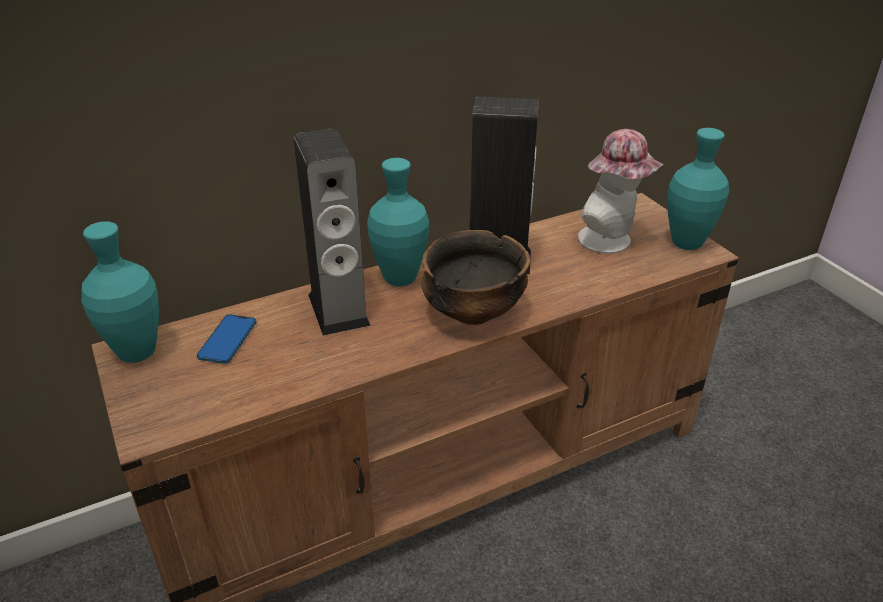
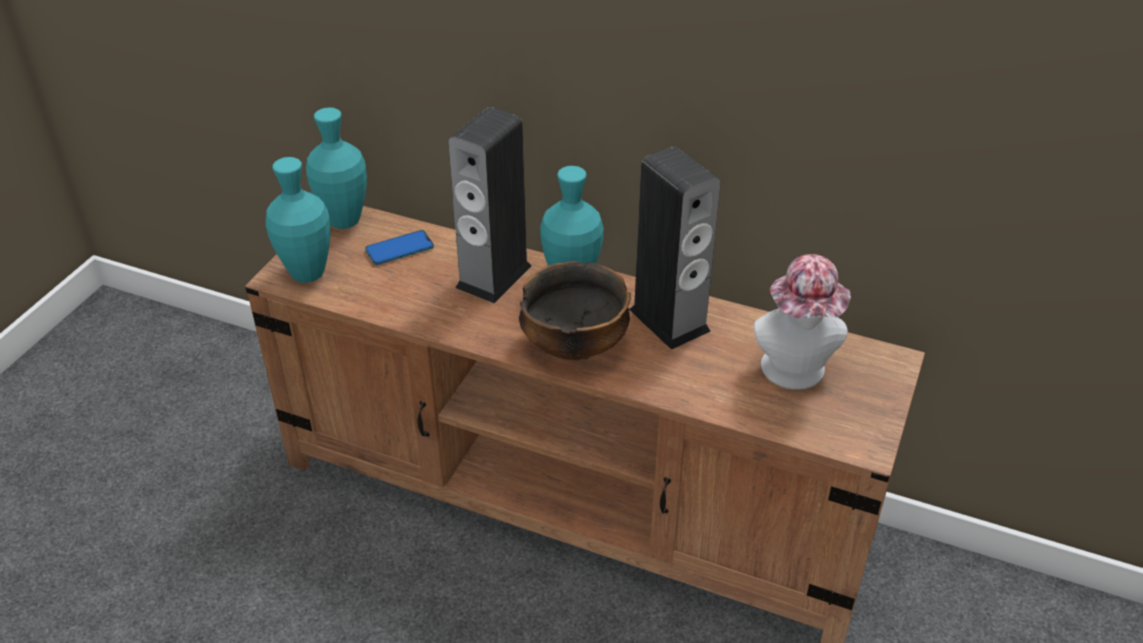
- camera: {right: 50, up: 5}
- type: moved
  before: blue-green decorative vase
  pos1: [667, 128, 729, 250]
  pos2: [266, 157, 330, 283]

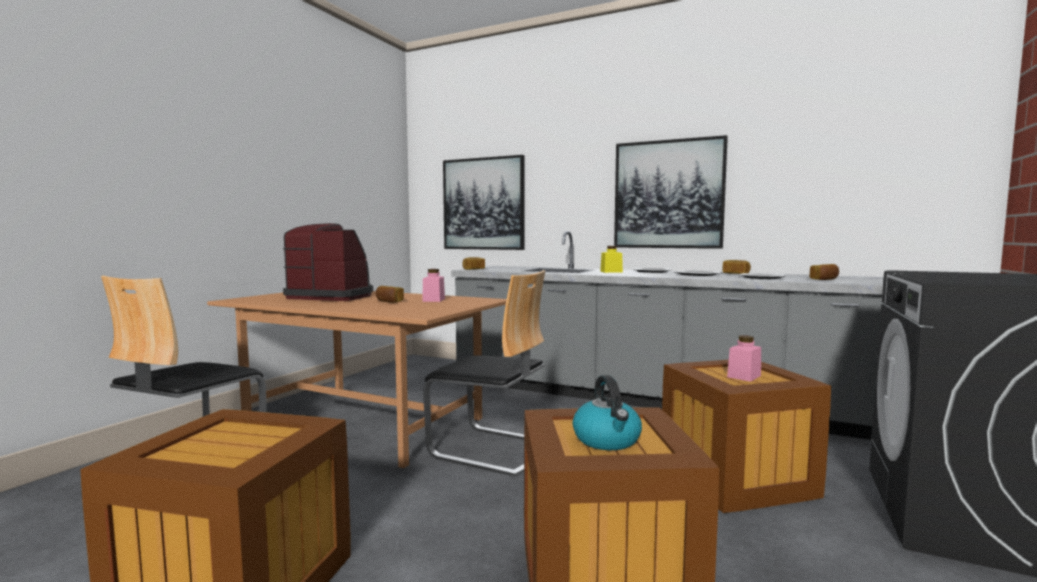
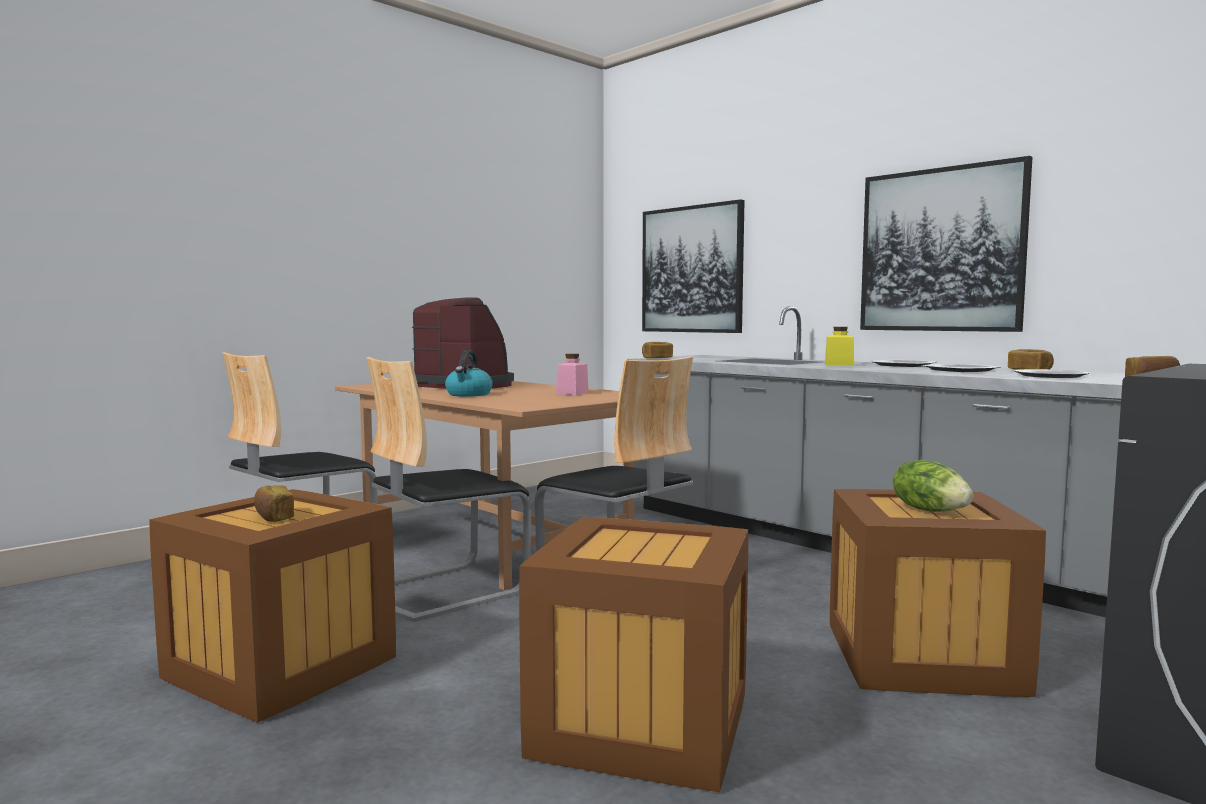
- camera: {right: 20, up: 0}
- type: added
  after: plain chair
  pos2: [366, 357, 531, 622]
- type: moved
  before: bread
  pos1: [376, 286, 404, 303]
  pos2: [254, 485, 294, 522]
- type: moved
  before: water kettle
  pos1: [573, 375, 642, 450]
  pos2: [445, 350, 493, 397]
- type: replaced
  before: pinkish storage jar
  after: head of lettuce
  pos1: [727, 335, 761, 382]
  pos2: [893, 460, 973, 512]

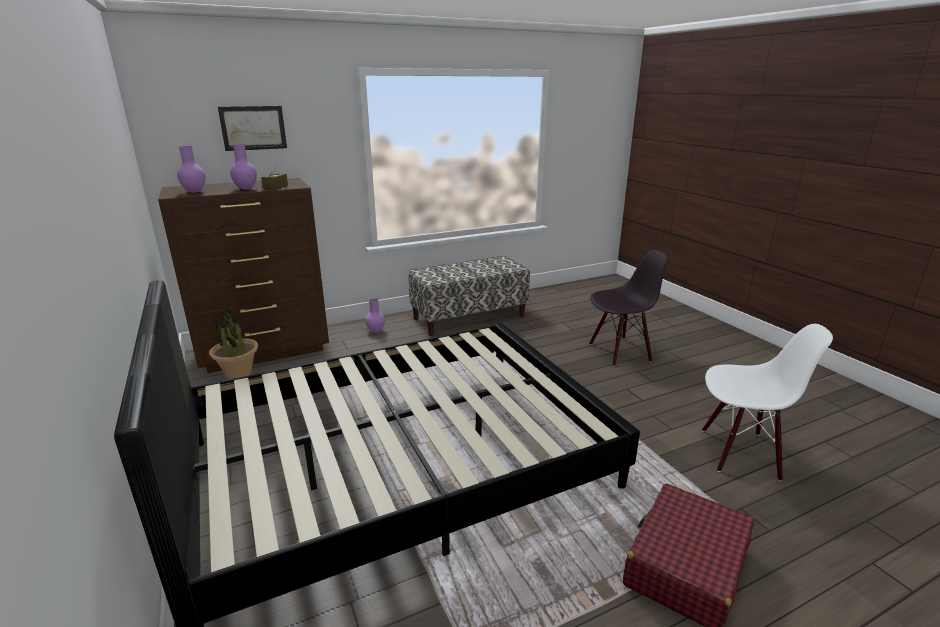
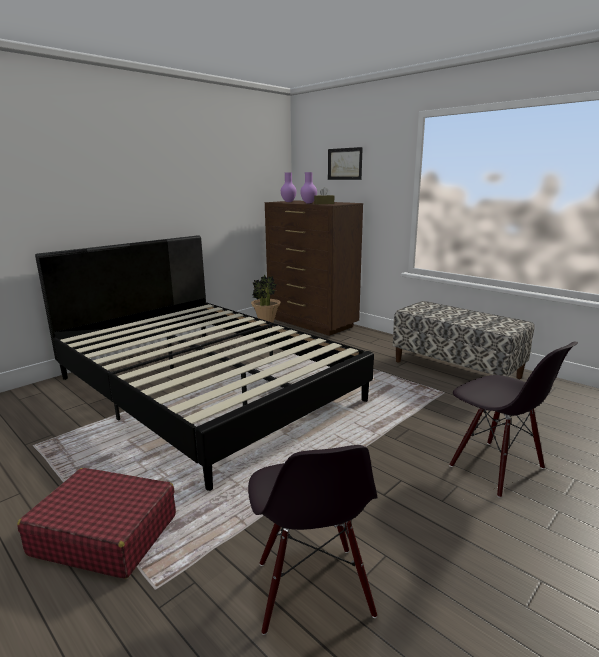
- camera: {right: 70, up: -5}
- type: removed
  before: purplish decorative vase
  pos1: [365, 298, 385, 333]
- type: recoloured
  before: whitish plain chair
  after: black plain chair
  pos1: [702, 324, 833, 481]
  pos2: [248, 445, 378, 635]

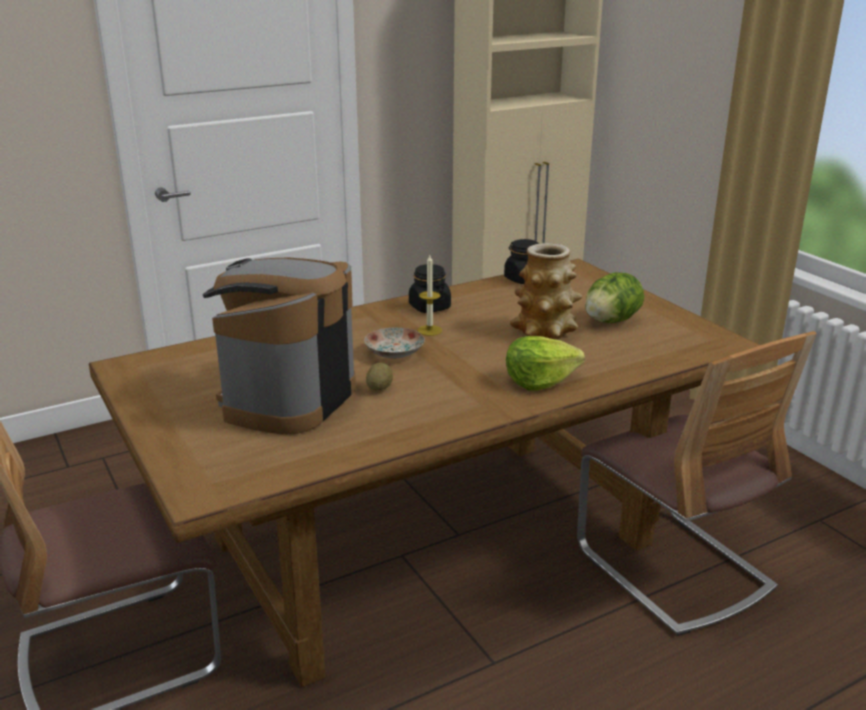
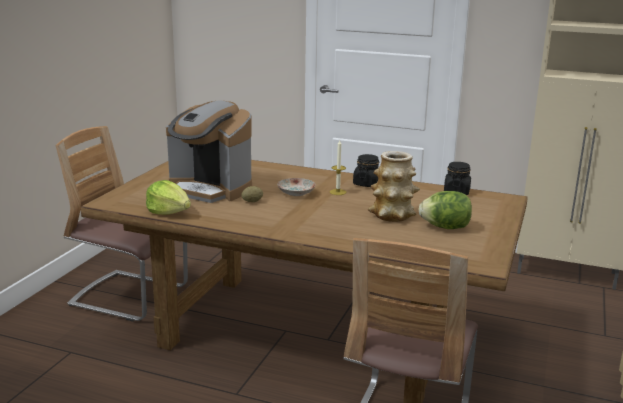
- camera: {right: 50, up: -5}
- type: moved
  before: head of lettuce
  pos1: [506, 336, 585, 391]
  pos2: [146, 180, 191, 215]
- type: turned
  before: coffee maker
  pos1: [203, 257, 356, 435]
  pos2: [166, 100, 252, 203]
  turn: -135

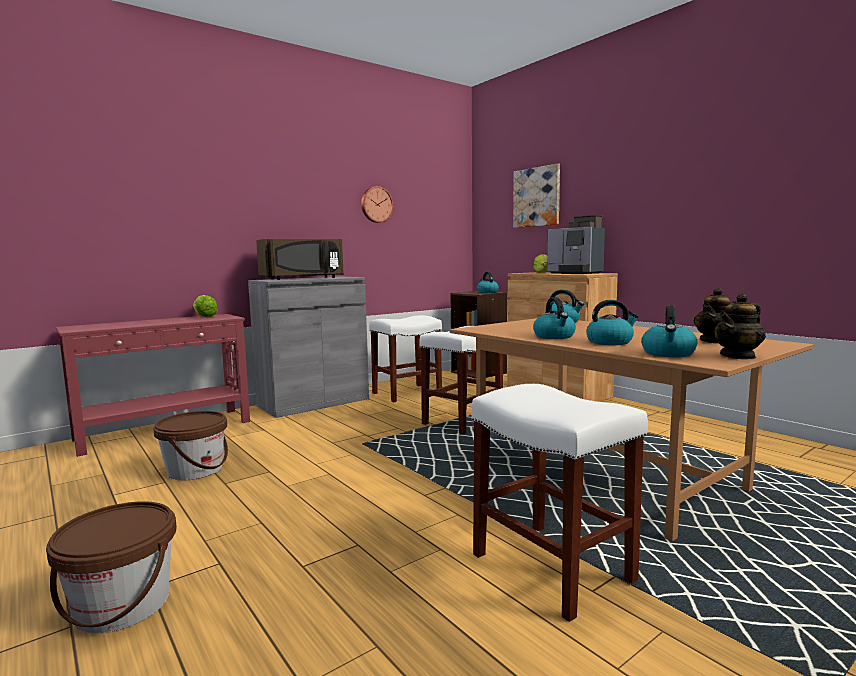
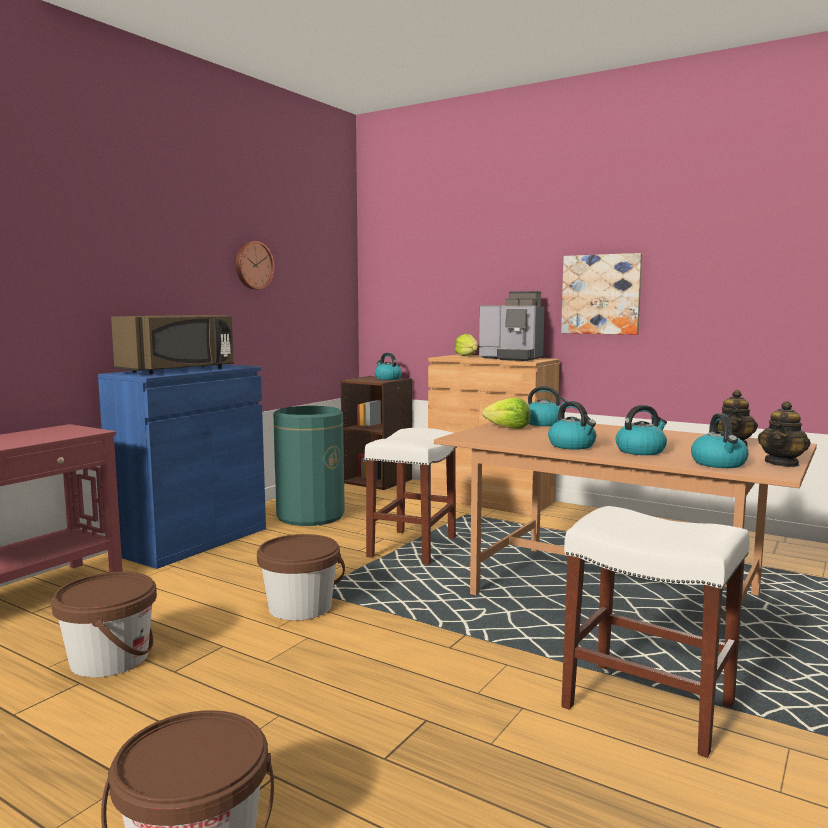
- camera: {right: -20, up: 0}
- type: added
  after: brown pail
  pos2: [257, 534, 345, 621]
- type: moved
  before: head of lettuce
  pos1: [193, 295, 218, 317]
  pos2: [482, 398, 531, 429]
- type: moved
  before: wall picture
  pos1: [513, 164, 560, 228]
  pos2: [561, 253, 642, 335]
- type: replaced
  before: whitish stool seat
  after: greenish rubbish bin
  pos1: [369, 315, 442, 403]
  pos2: [273, 406, 345, 526]
- type: recoloured
  before: gray cabinet
  after: blue cabinet
  pos1: [248, 276, 369, 418]
  pos2: [98, 364, 266, 569]

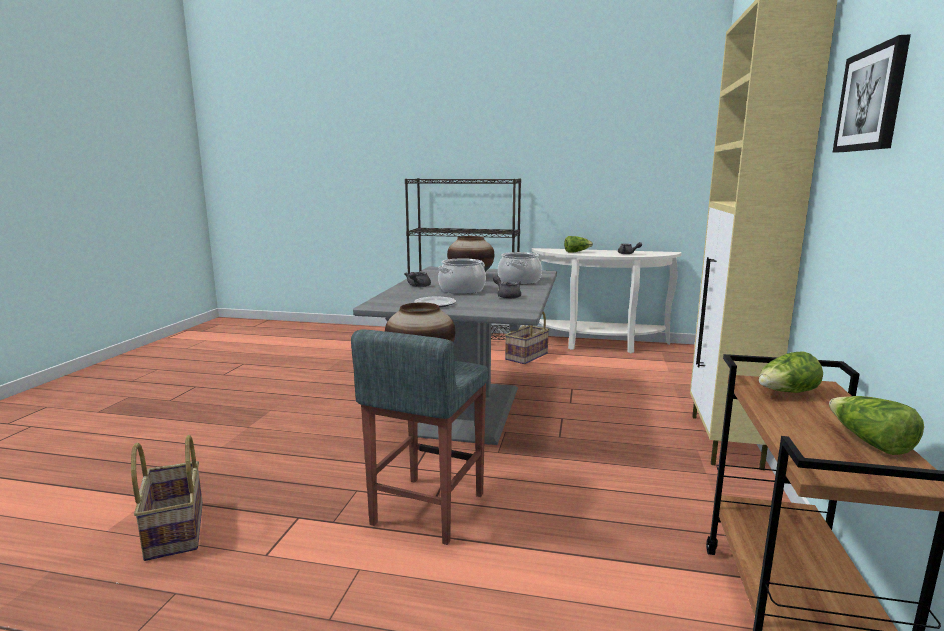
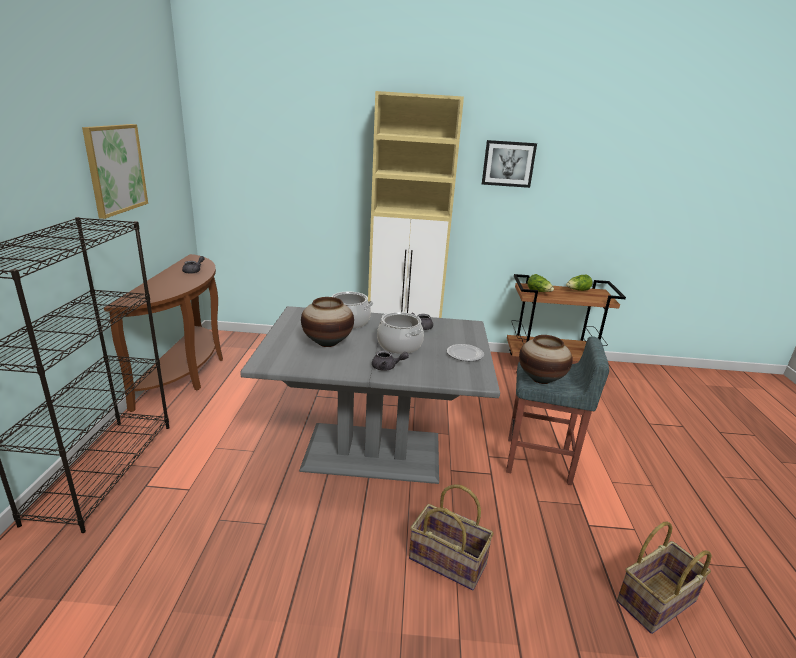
- camera: {right: -100, up: 10}
- type: removed
  before: head of lettuce
  pos1: [564, 236, 593, 253]
- type: added
  after: wall picture
  pos2: [82, 124, 148, 219]
- type: moved
  before: household basket
  pos1: [505, 311, 549, 364]
  pos2: [409, 484, 494, 590]
- type: recoloured
  before: whitish console table
  after: brown console table
  pos1: [532, 248, 682, 353]
  pos2: [104, 254, 223, 412]

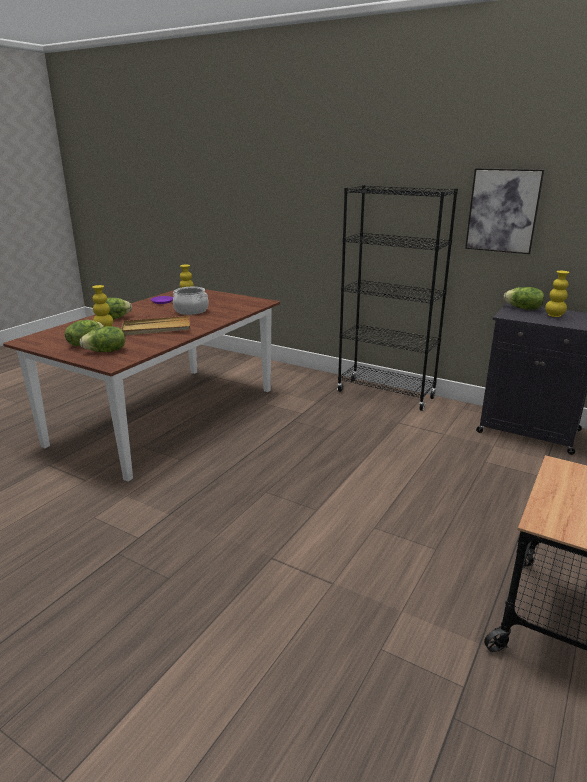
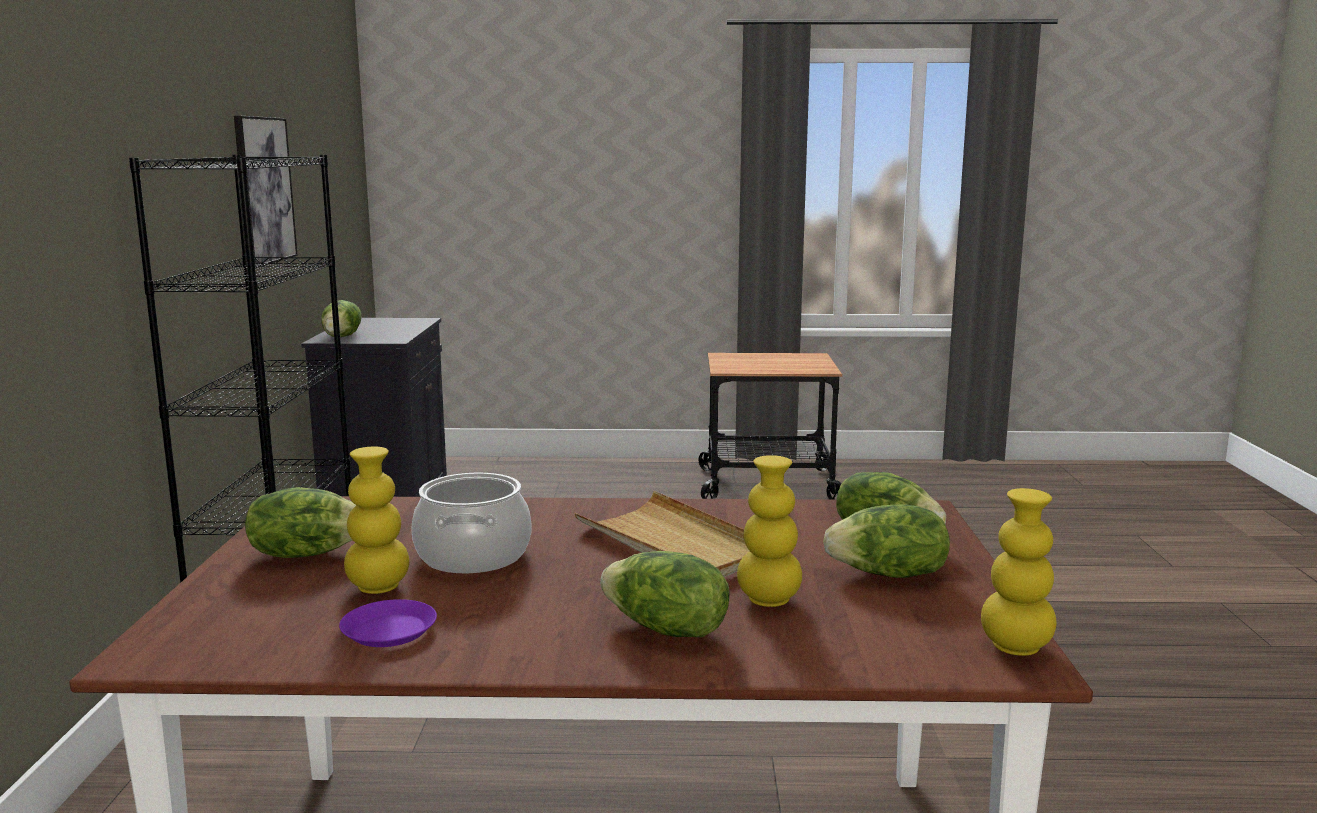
- camera: {right: -120, up: -10}
- type: added
  after: head of lettuce
  pos2: [245, 487, 356, 558]
- type: moved
  before: yellow-coloured decorative vase
  pos1: [545, 271, 569, 317]
  pos2: [981, 488, 1056, 656]

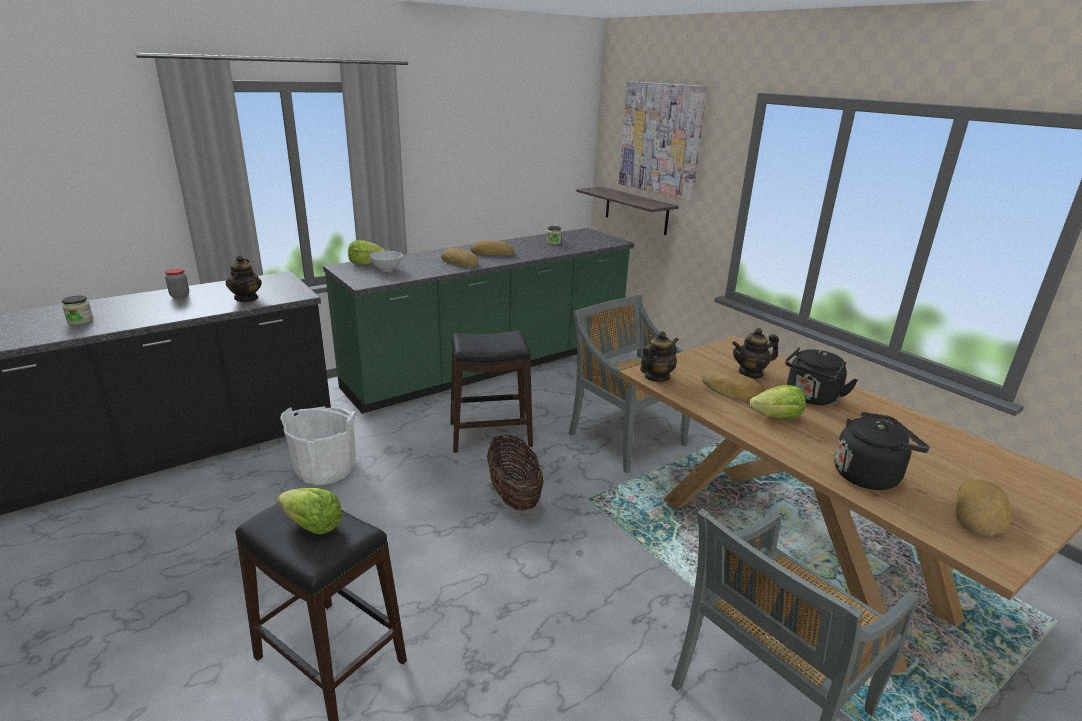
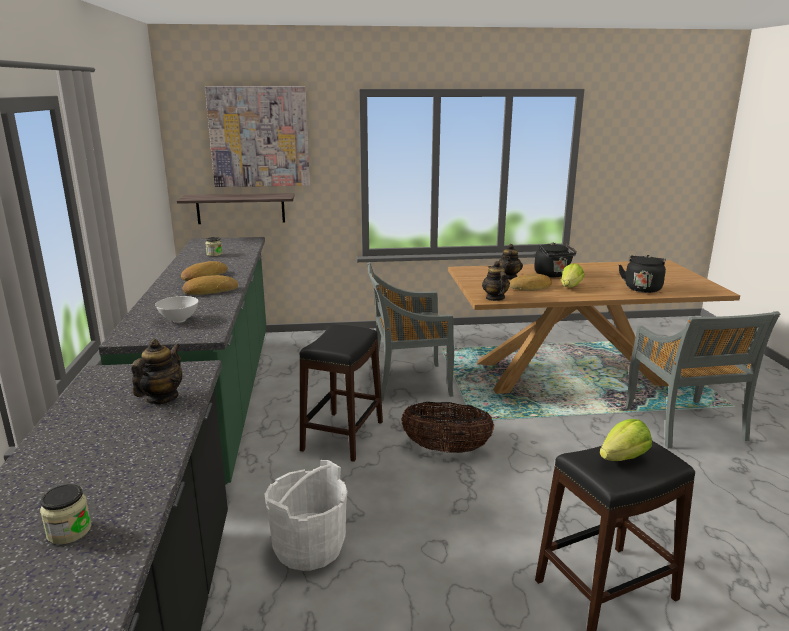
- camera: {right: -60, up: -5}
- type: removed
  before: storage jar
  pos1: [165, 268, 189, 298]
- type: removed
  before: head of lettuce
  pos1: [348, 240, 386, 265]
- type: removed
  before: bread
  pos1: [956, 480, 1011, 536]
- type: turned
  before: teapot
  pos1: [226, 255, 262, 302]
  pos2: [131, 339, 183, 405]
  turn: -90

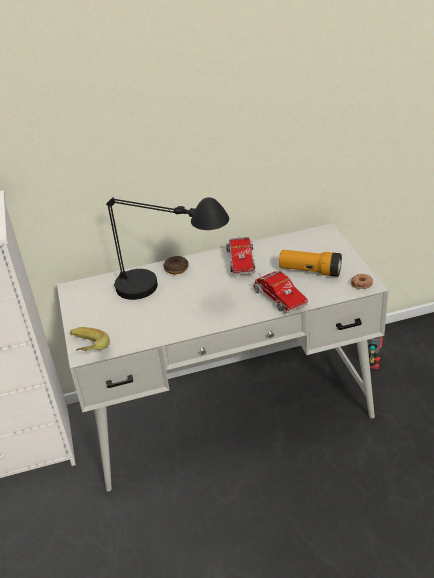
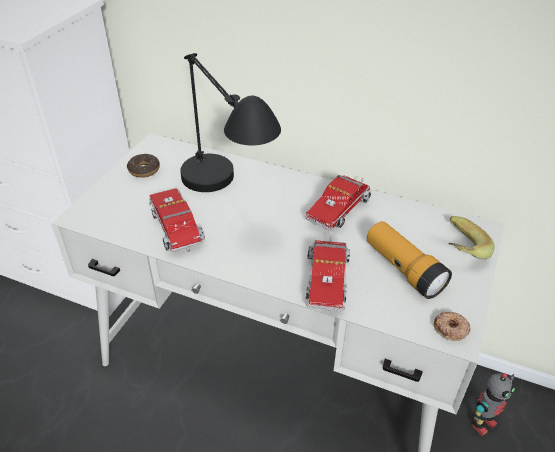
- camera: {right: 35, up: 5}
- type: added
  after: toy lorry
  pos2: [149, 188, 205, 252]
- type: moved
  before: banana fruit
  pos1: [70, 327, 110, 351]
  pos2: [448, 216, 495, 259]
- type: moved
  before: donut
  pos1: [164, 256, 189, 274]
  pos2: [127, 154, 160, 178]

